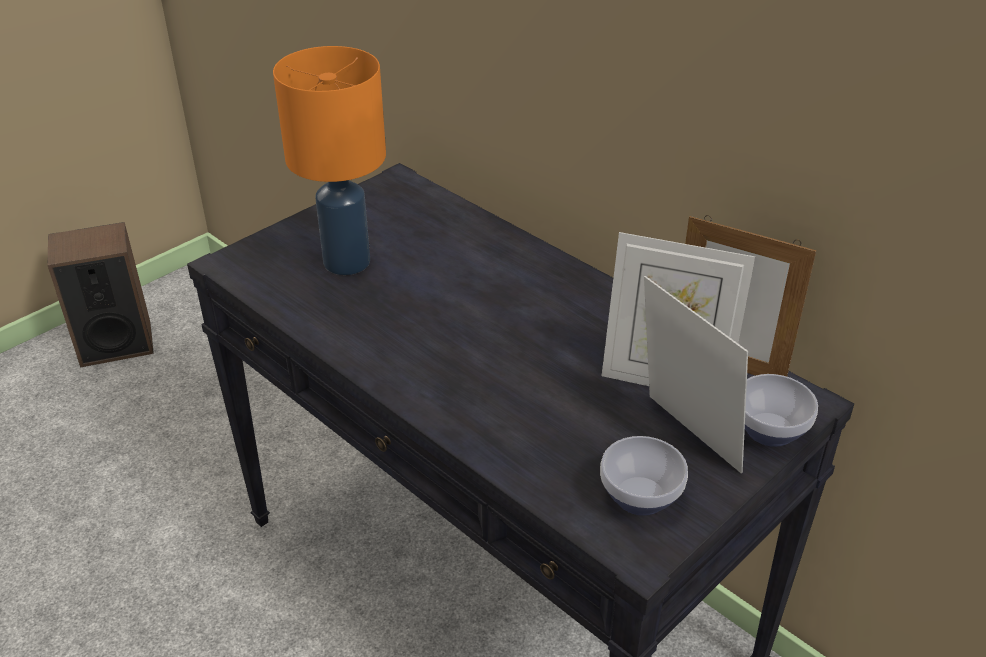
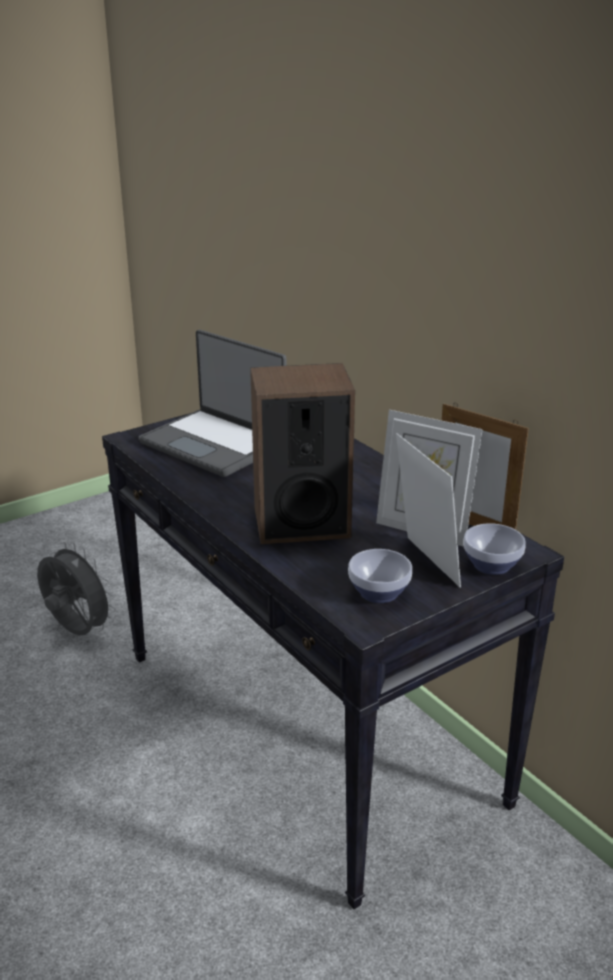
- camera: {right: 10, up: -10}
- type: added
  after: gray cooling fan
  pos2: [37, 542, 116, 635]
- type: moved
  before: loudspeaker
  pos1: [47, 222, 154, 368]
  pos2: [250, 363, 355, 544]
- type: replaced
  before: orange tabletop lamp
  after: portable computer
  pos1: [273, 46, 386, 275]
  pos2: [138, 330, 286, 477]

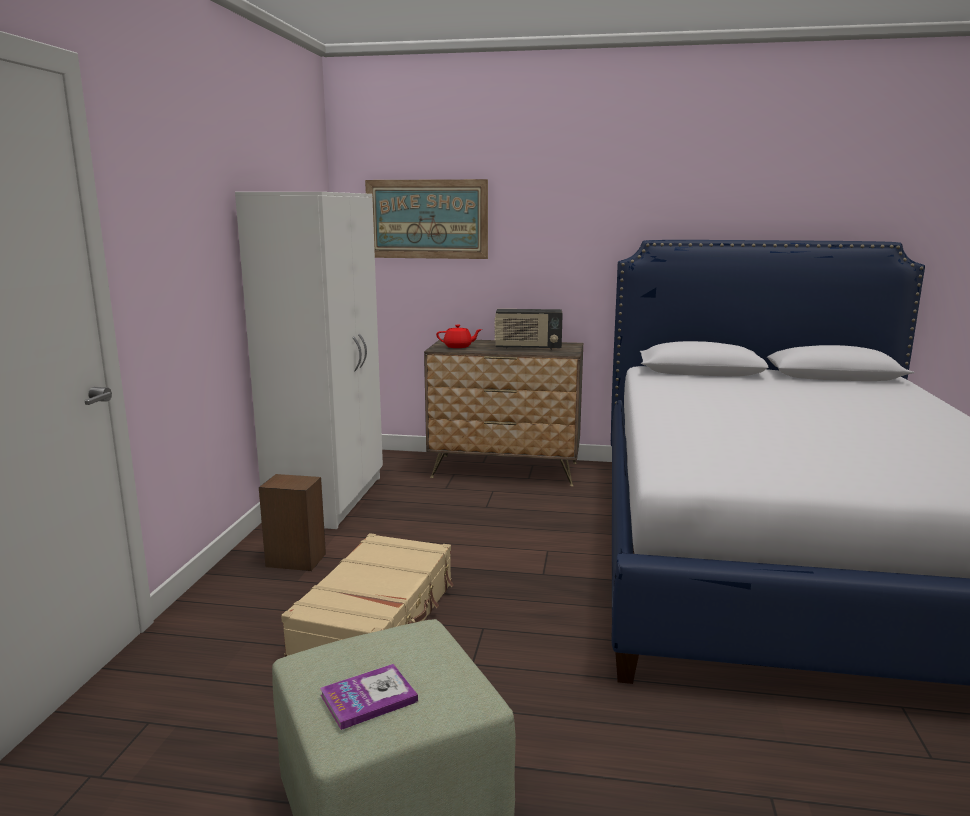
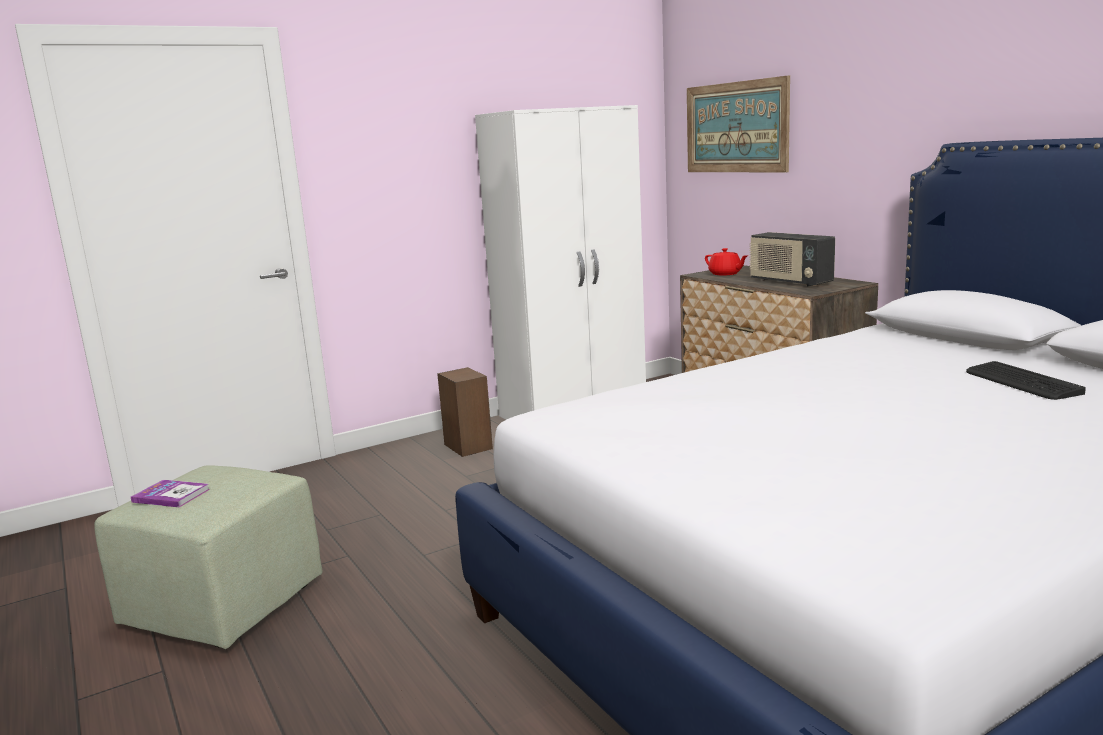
- camera: {right: 50, up: 0}
- type: removed
  before: sand-coloured suitcase
  pos1: [281, 533, 454, 657]
- type: added
  after: computer keyboard
  pos2: [966, 361, 1086, 400]

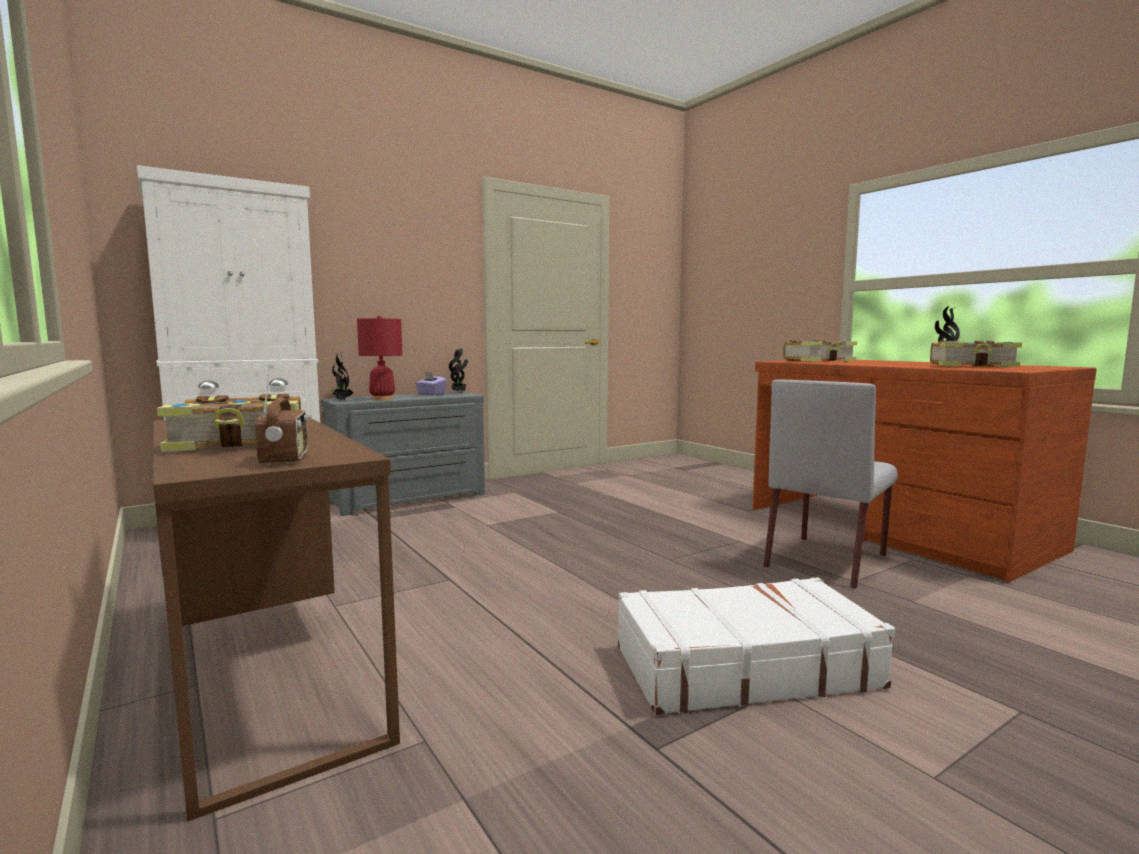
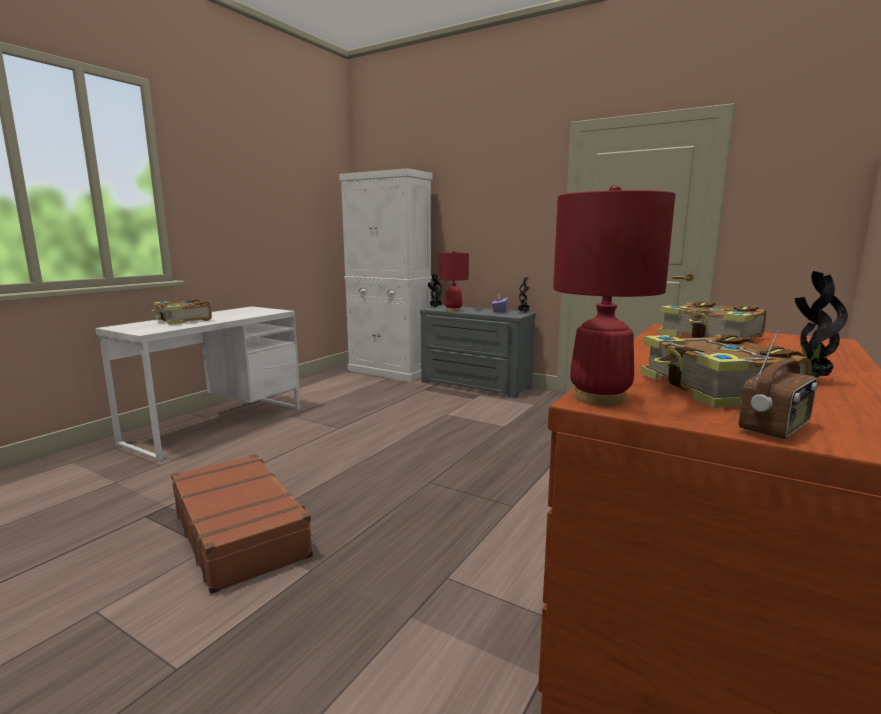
- camera: {right: 65, up: 5}
- type: removed
  before: gray plain chair
  pos1: [763, 380, 898, 589]
- type: added
  after: red tabletop lamp
  pos2: [553, 185, 676, 406]
- type: moved
  before: radio receiver
  pos1: [255, 374, 308, 465]
  pos2: [739, 331, 818, 439]
- type: recoloured
  before: brown desk table
  after: whitish desk table
  pos1: [153, 417, 400, 821]
  pos2: [95, 306, 300, 461]
- type: recoloured
  before: whitish suitcase
  after: brown suitcase
  pos1: [618, 577, 895, 715]
  pos2: [171, 454, 313, 594]

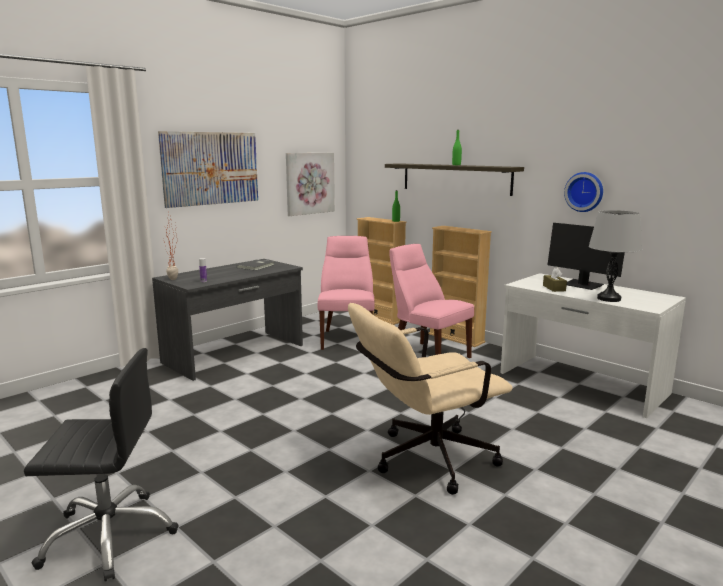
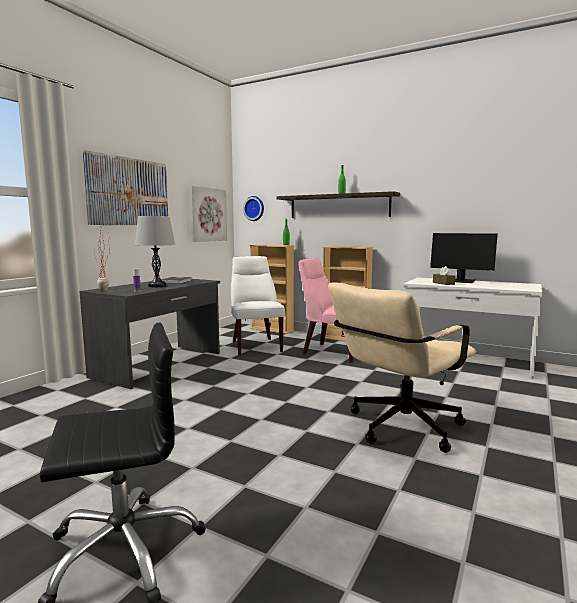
- camera: {right: -15, up: -5}
- type: moved
  before: clock on the wall
  pos1: [564, 172, 603, 212]
  pos2: [243, 196, 264, 221]
- type: moved
  before: gray tabletop lamp
  pos1: [589, 210, 642, 302]
  pos2: [135, 216, 175, 287]
- type: recoloured
  before: pinkish plain chair
  after: whitish plain chair
  pos1: [318, 236, 375, 350]
  pos2: [231, 256, 285, 355]

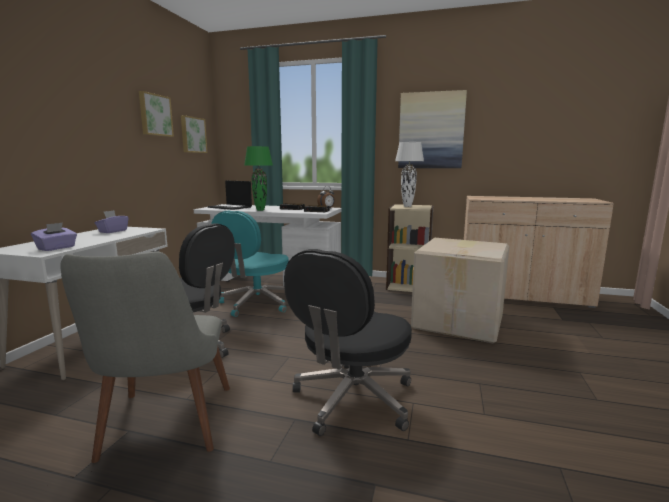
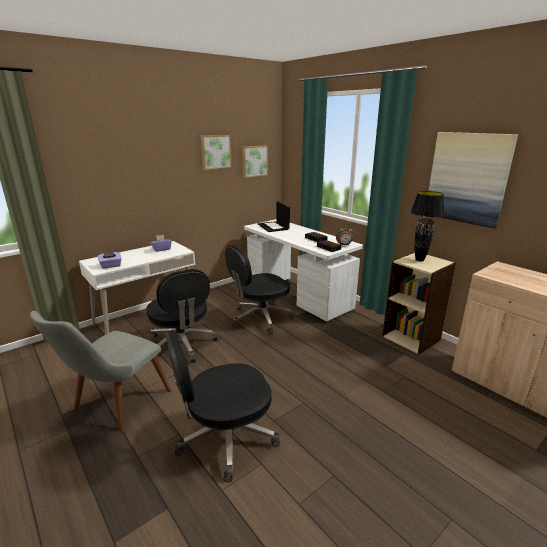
- camera: {right: 35, up: 10}
- type: removed
  before: greenish tabletop lamp
  pos1: [244, 146, 273, 211]
- type: removed
  before: packing box
  pos1: [411, 238, 509, 343]
- type: recoloured
  before: blue-green computer chair
  after: black computer chair
  pos1: [211, 211, 289, 317]
  pos2: [225, 245, 295, 334]
- type: recoloured
  before: whitish tabletop lamp
  after: black tabletop lamp
  pos1: [395, 142, 424, 207]
  pos2: [411, 191, 444, 261]

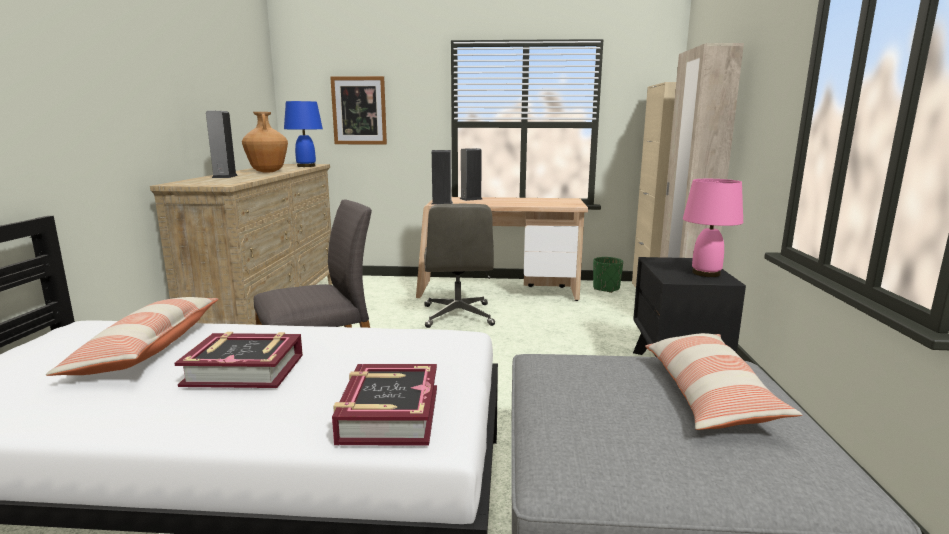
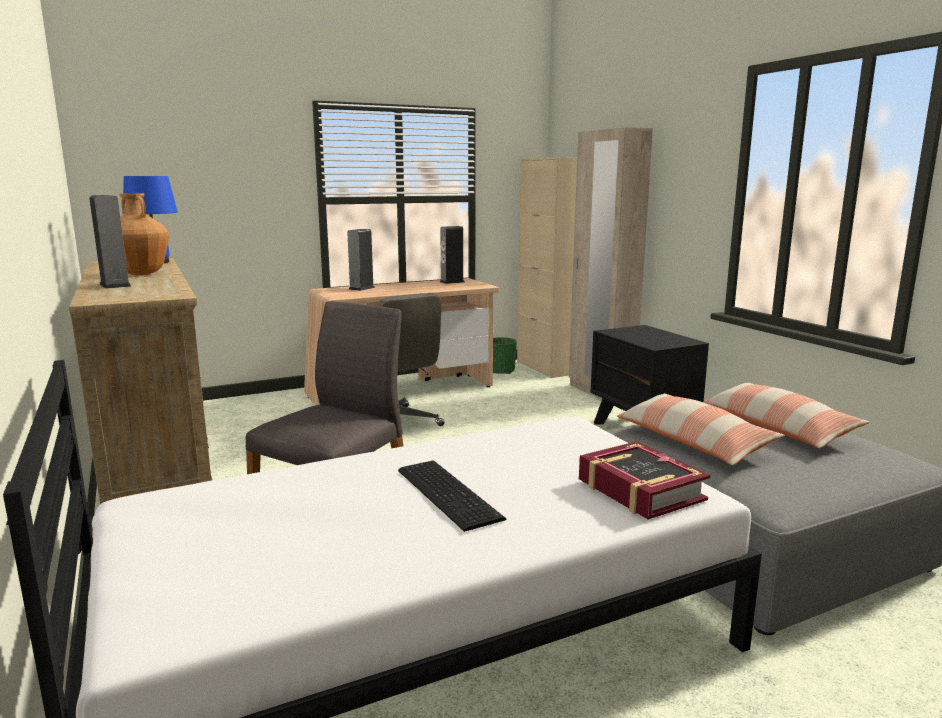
- camera: {right: -30, up: 0}
- type: removed
  before: wall picture
  pos1: [330, 76, 387, 145]
- type: removed
  before: pinkish tabletop lamp
  pos1: [683, 179, 743, 277]
- type: moved
  before: cushion
  pos1: [46, 297, 218, 376]
  pos2: [617, 393, 785, 466]
- type: moved
  before: loudspeaker
  pos1: [431, 150, 453, 205]
  pos2: [440, 226, 464, 284]
- type: replaced
  before: volume
  after: computer keyboard
  pos1: [174, 332, 303, 388]
  pos2: [398, 460, 506, 532]

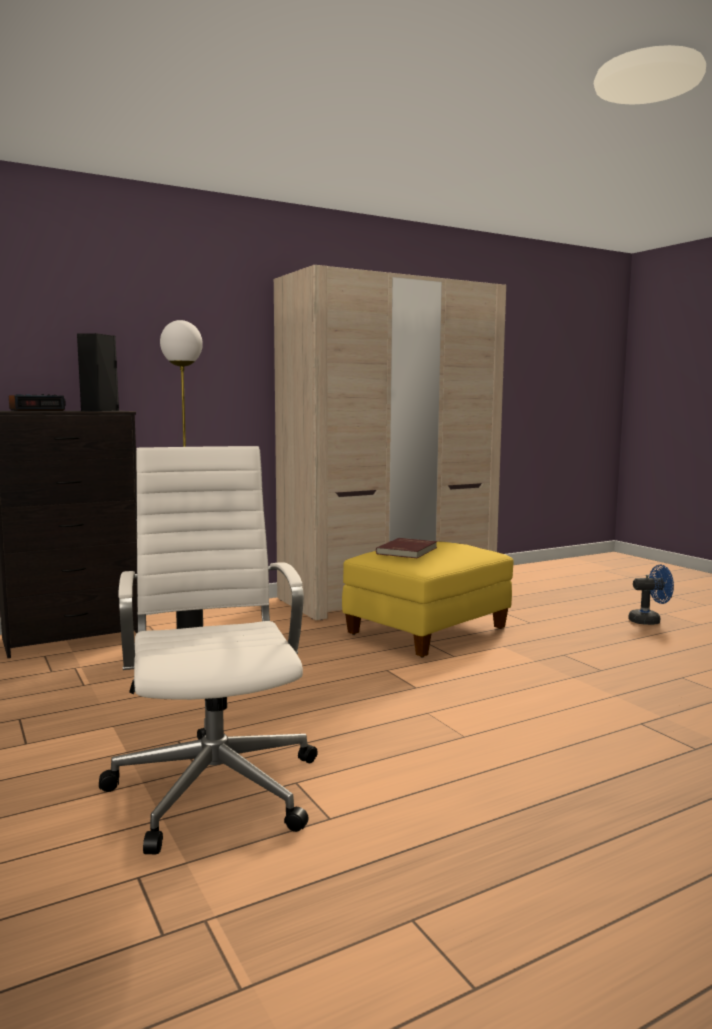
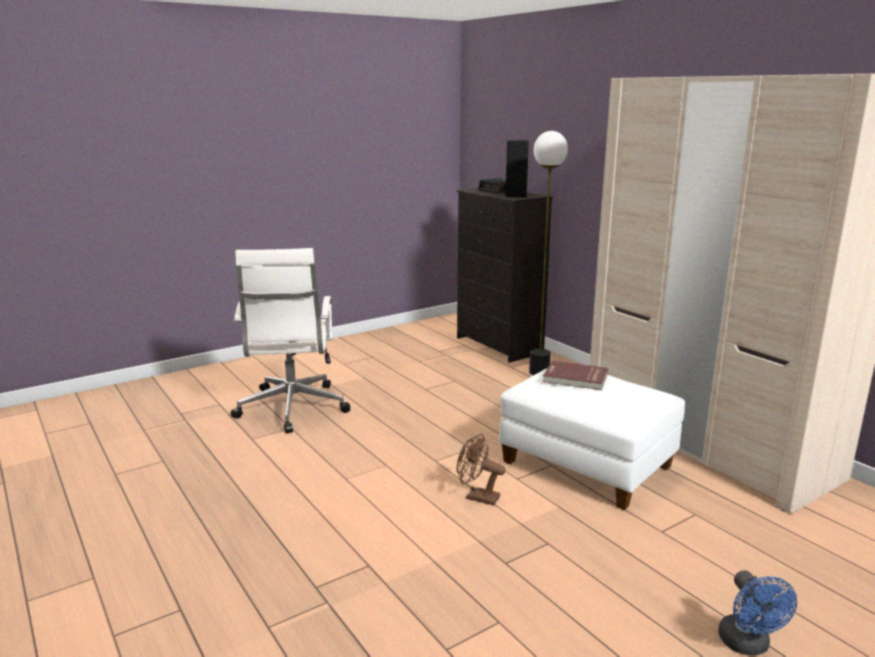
- camera: {right: 85, up: 10}
- type: added
  after: brown cooling fan
  pos2: [457, 434, 506, 505]
- type: recoloured
  before: yellow-coloured footrest
  after: whitish footrest
  pos1: [342, 542, 514, 657]
  pos2: [499, 368, 685, 510]
- type: turned
  before: whitish computer chair
  pos1: [99, 446, 318, 854]
  pos2: [231, 248, 350, 433]
  turn: 105

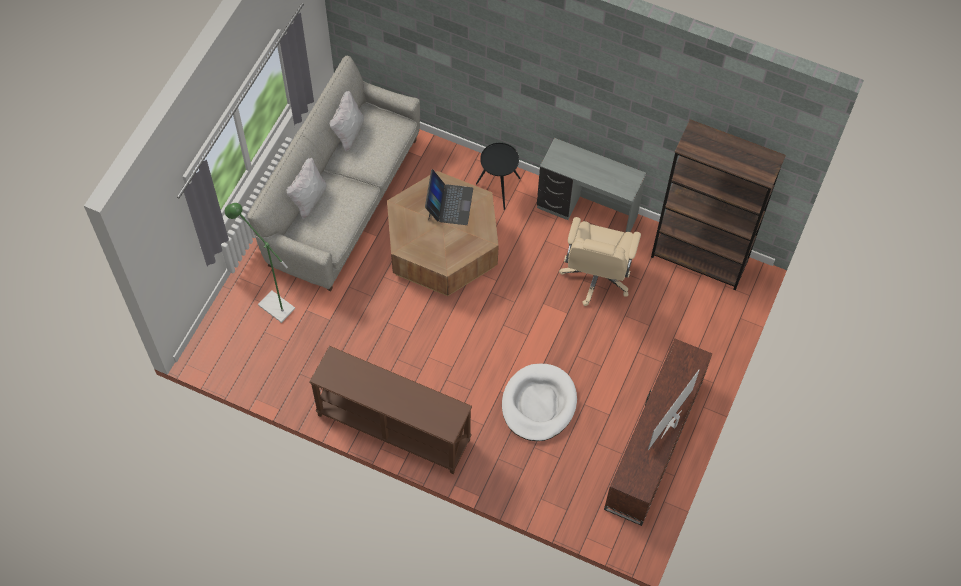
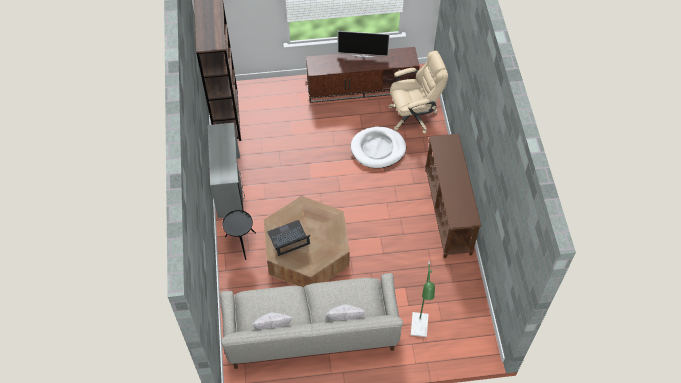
- camera: {right: -120, up: -5}
- type: moved
  before: sand-coloured computer chair
  pos1: [559, 217, 641, 306]
  pos2: [388, 51, 448, 134]

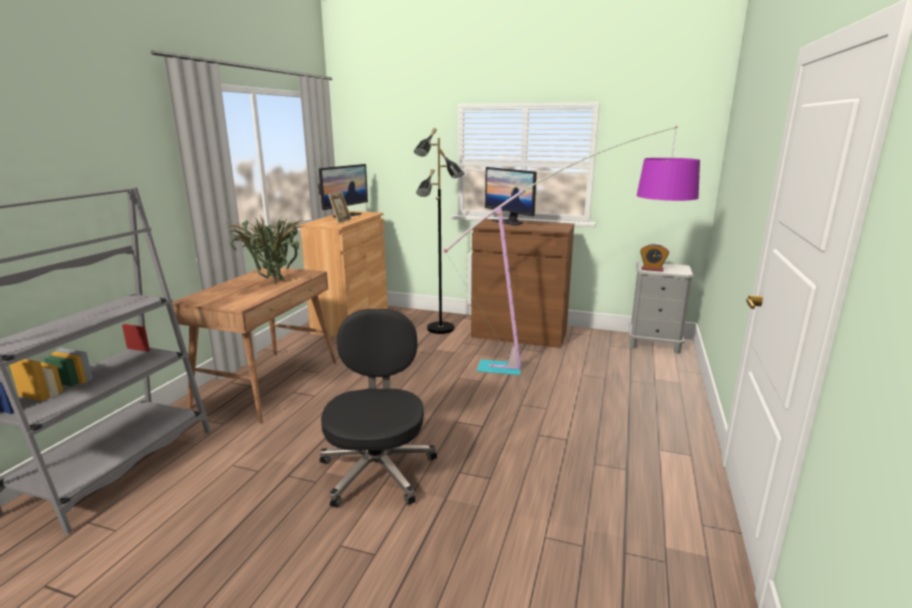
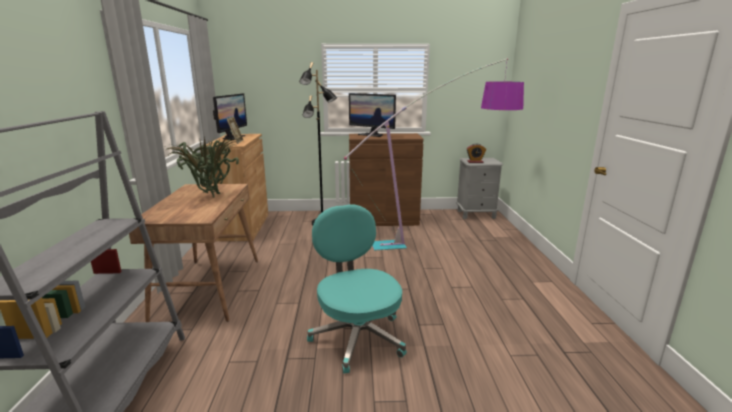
- camera: {right: -20, up: 0}
- type: recoloured
  before: black computer chair
  after: blue-green computer chair
  pos1: [320, 309, 437, 507]
  pos2: [307, 205, 407, 374]

